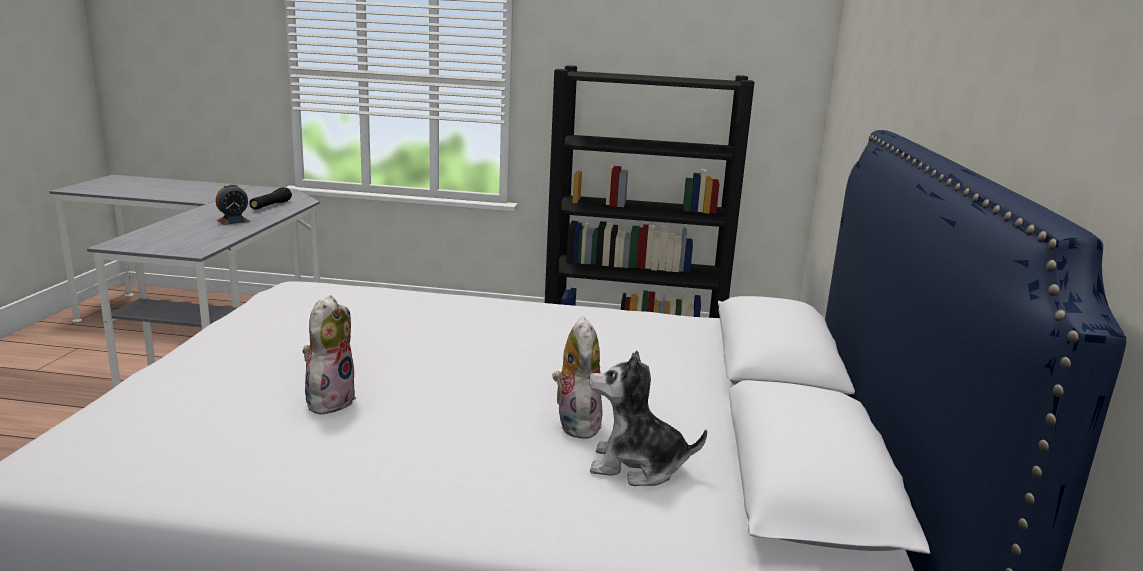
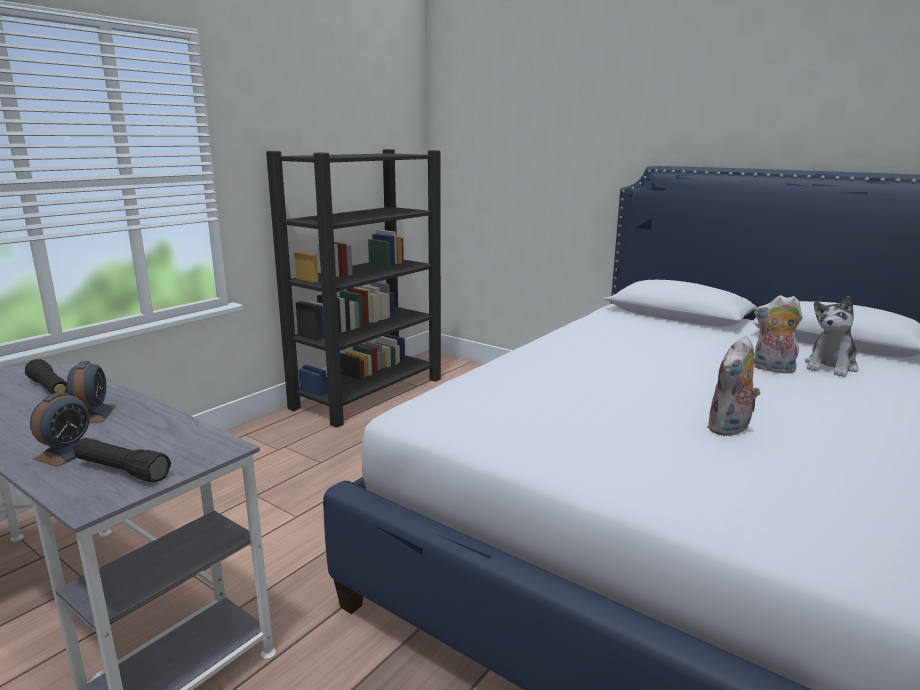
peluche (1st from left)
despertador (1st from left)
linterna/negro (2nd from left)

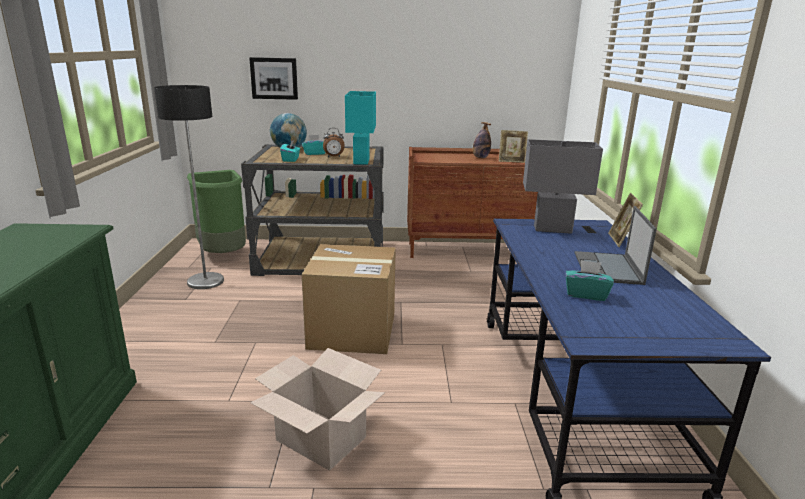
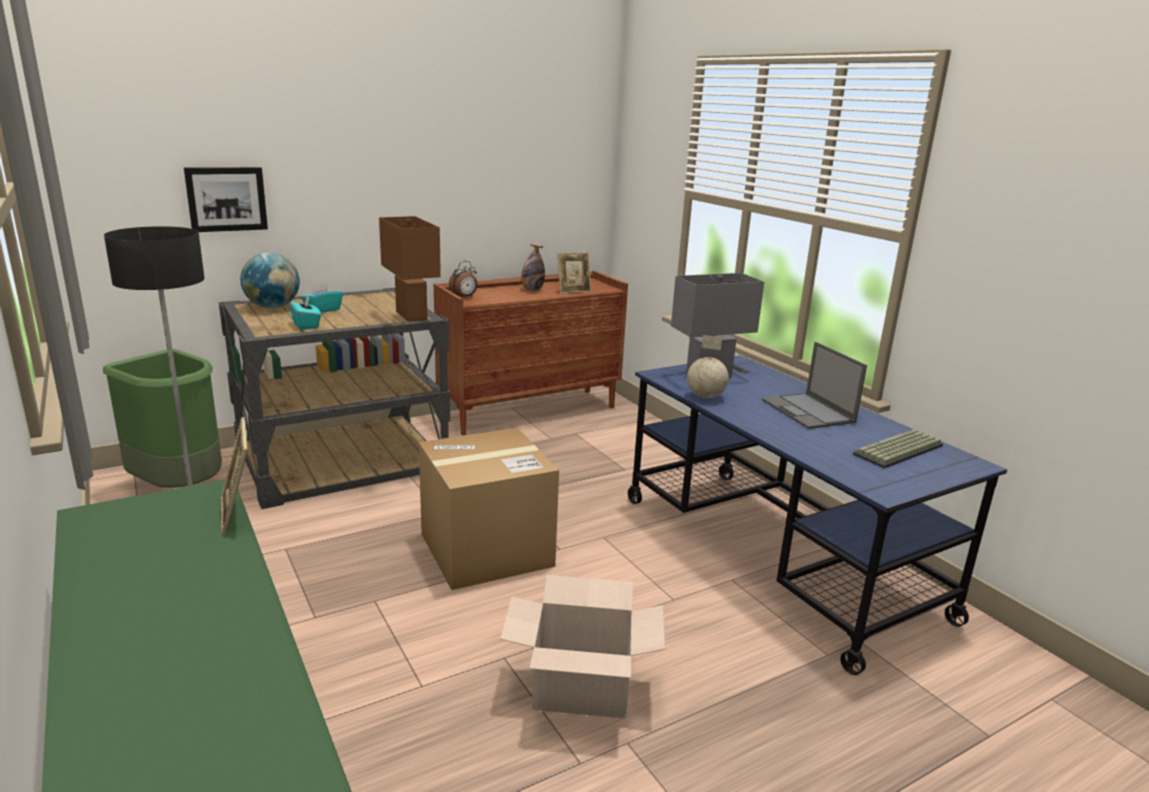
despertador
lámpara de mesa/marrón
caja de pañuelos/turquesa (3rd from left in the first image)
portarretratos (1st from left)
globo terráqueo (2nd from left)
teclado

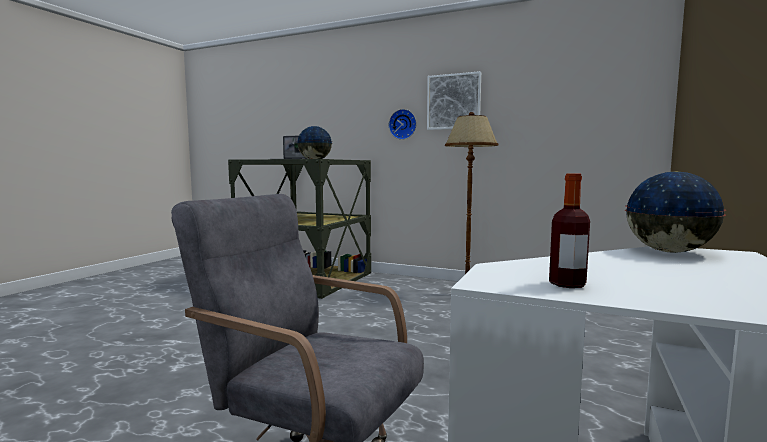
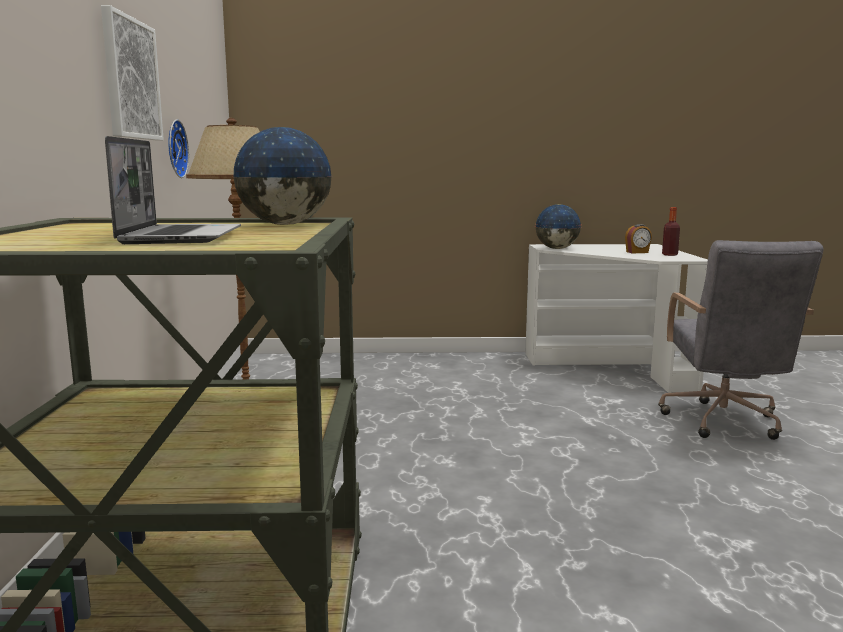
reloj de pared
despertador

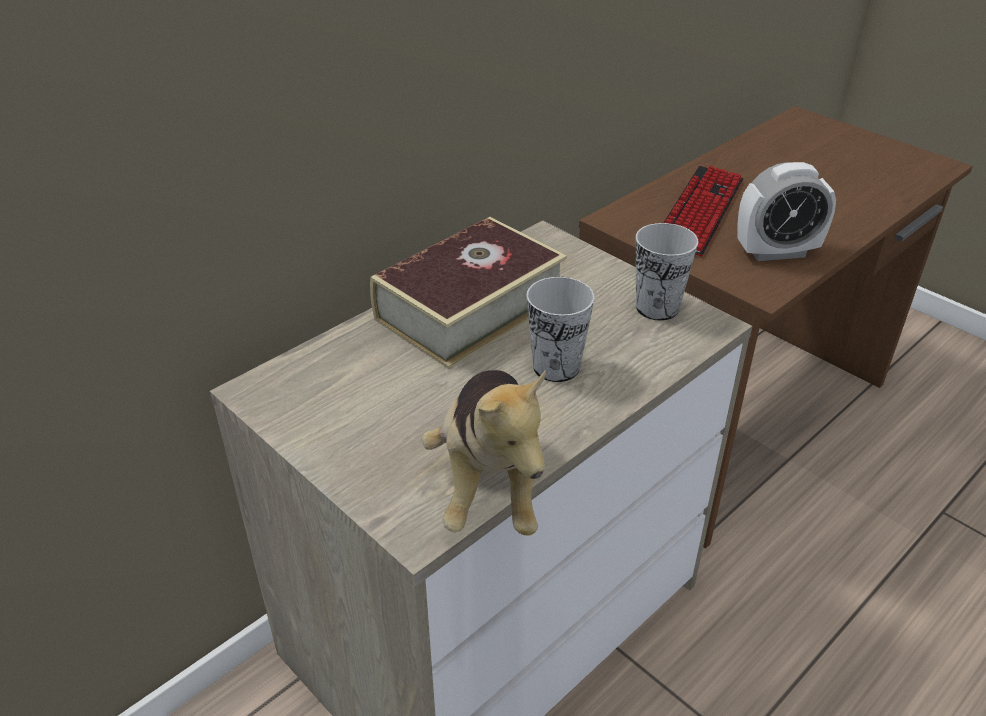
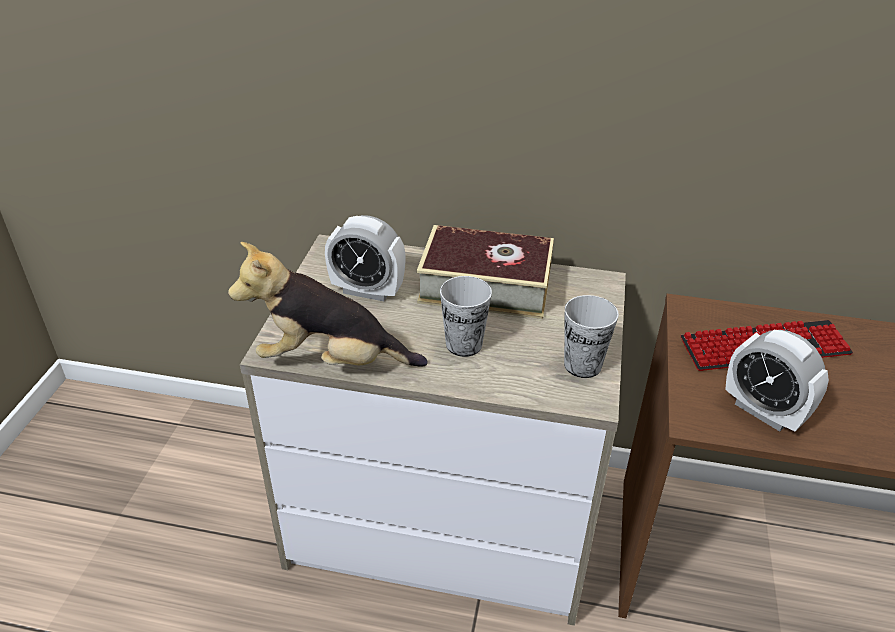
peluche
despertador (1st from left)

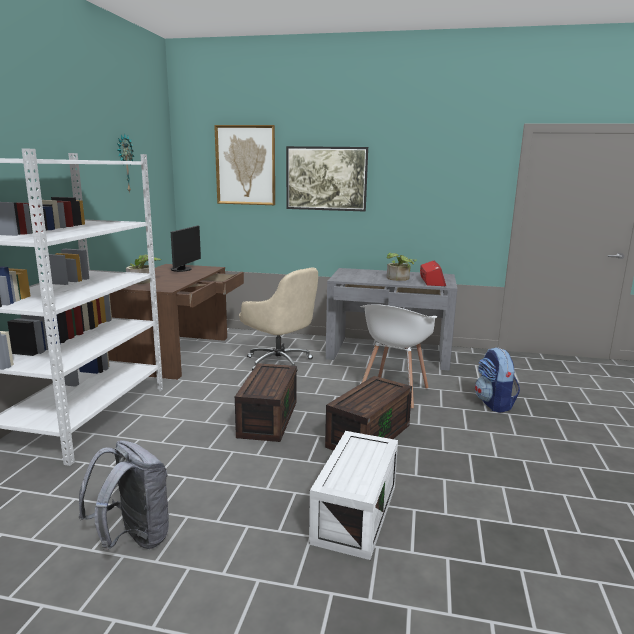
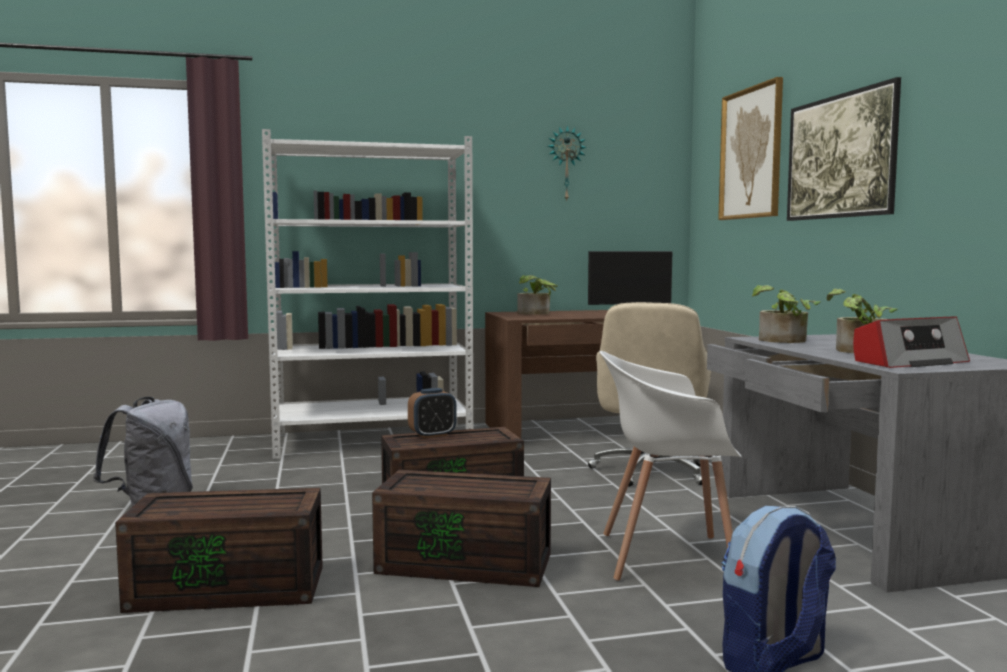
caja de almacenaje/marrón (1st from left)
despertador
planta en maceta (2nd from left)

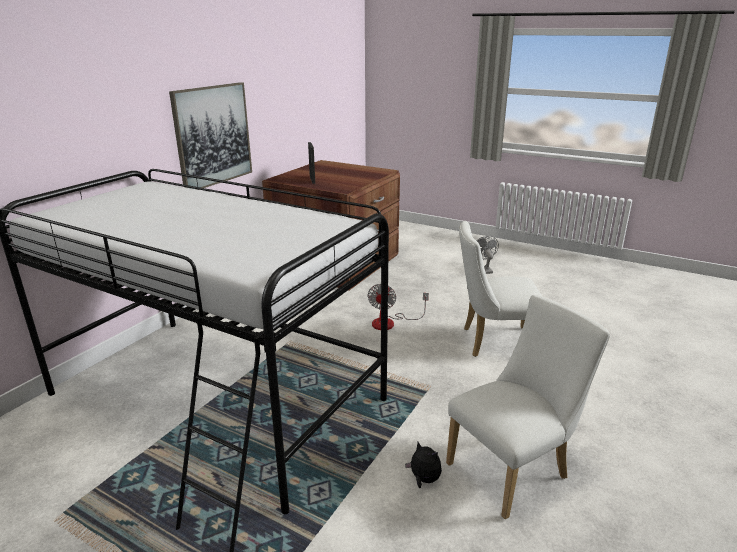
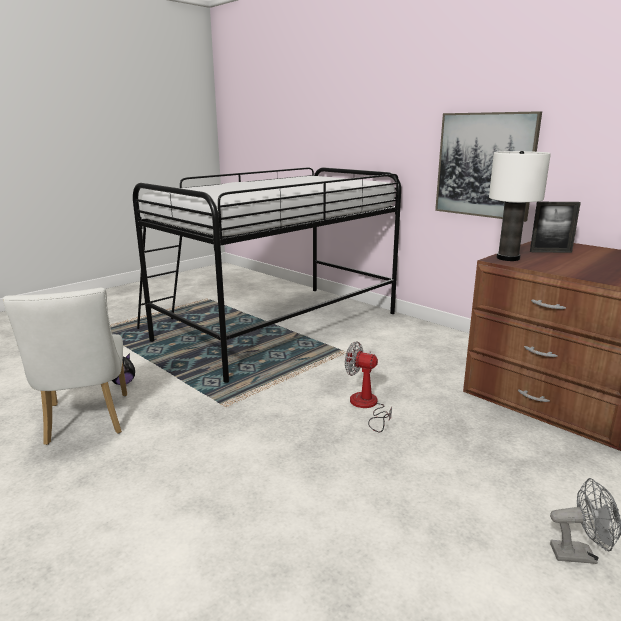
silla/blanco (1st from left in the first image)
lámpara de mesa/blanco

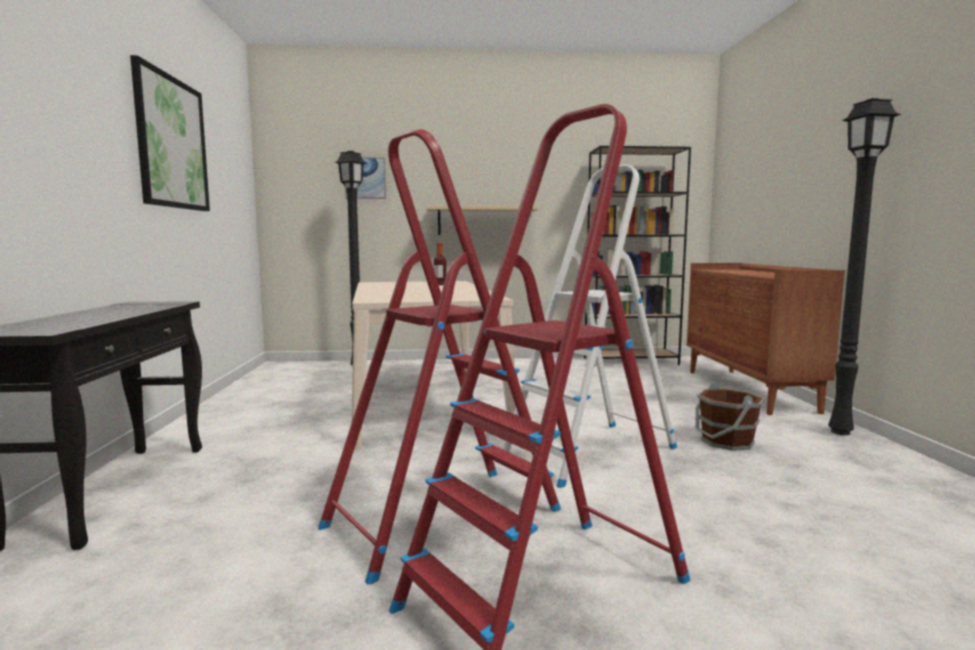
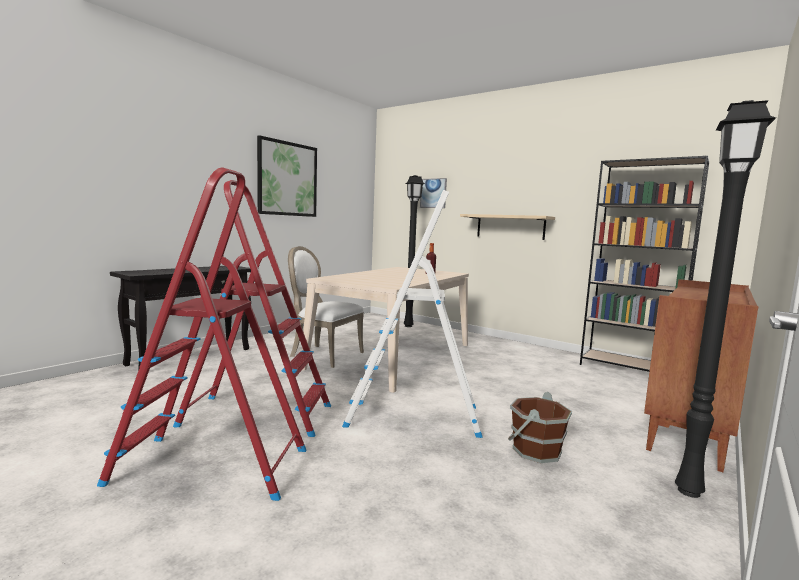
silla/blanco

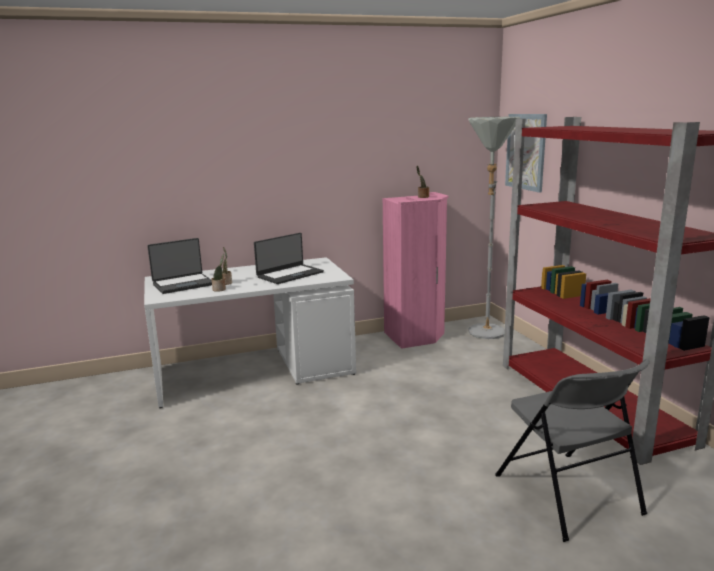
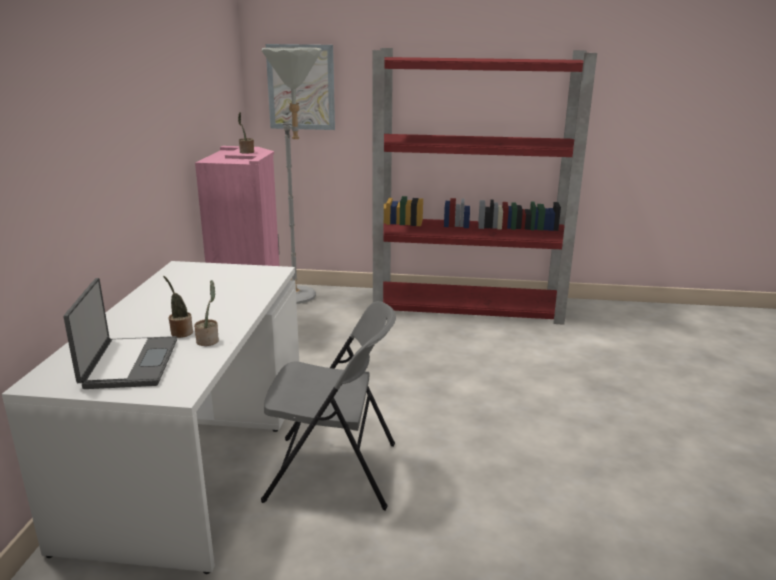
portátil (2nd from left in the first image)
silla/gris

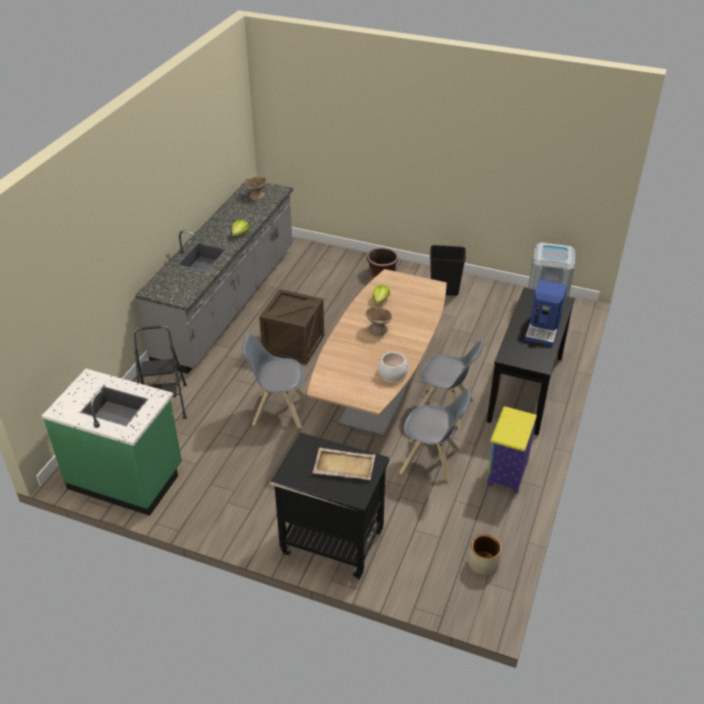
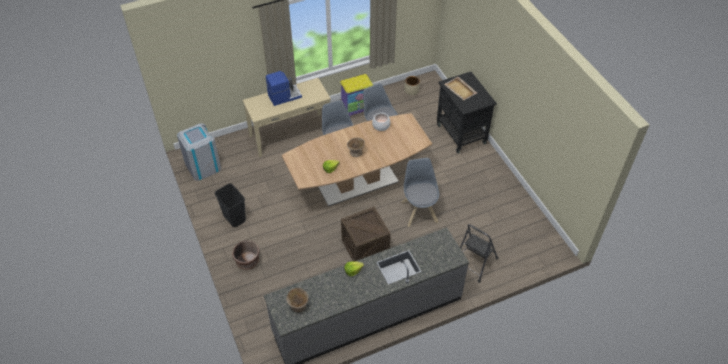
mueble bajo de cocina/verde
silla/gris (3rd from left)
mesa consola/beis

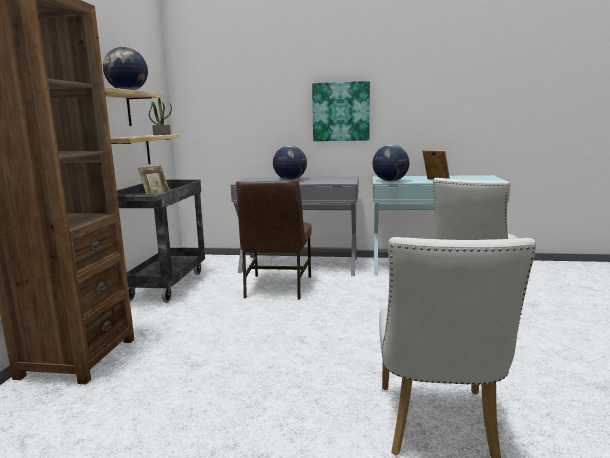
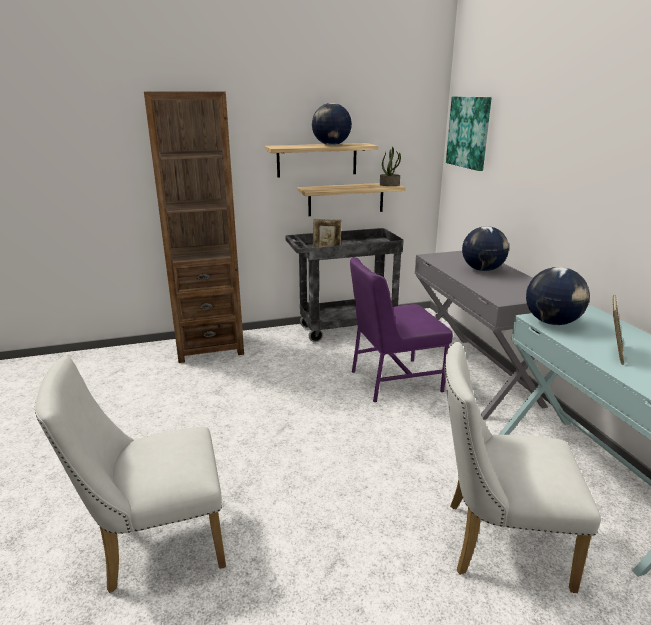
silla/morado
cuadro

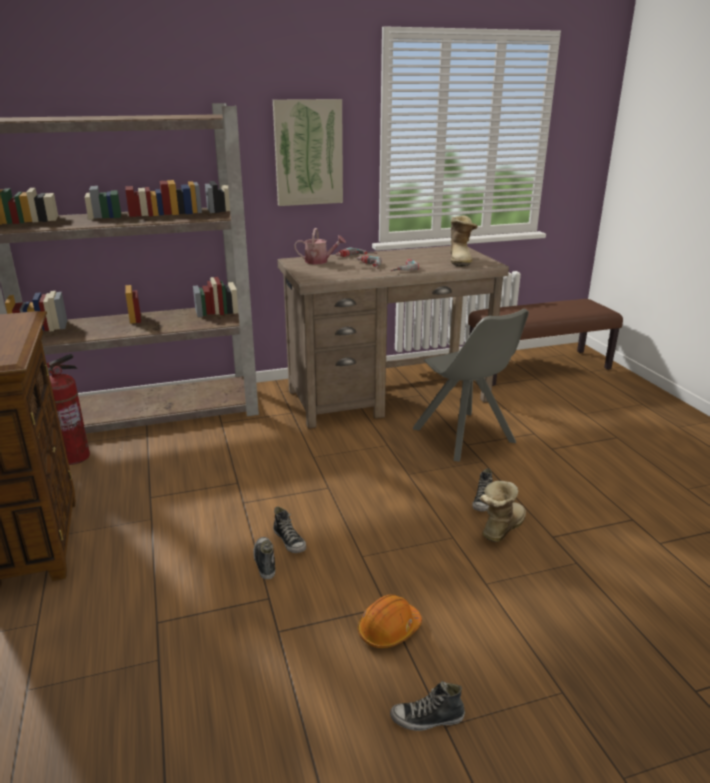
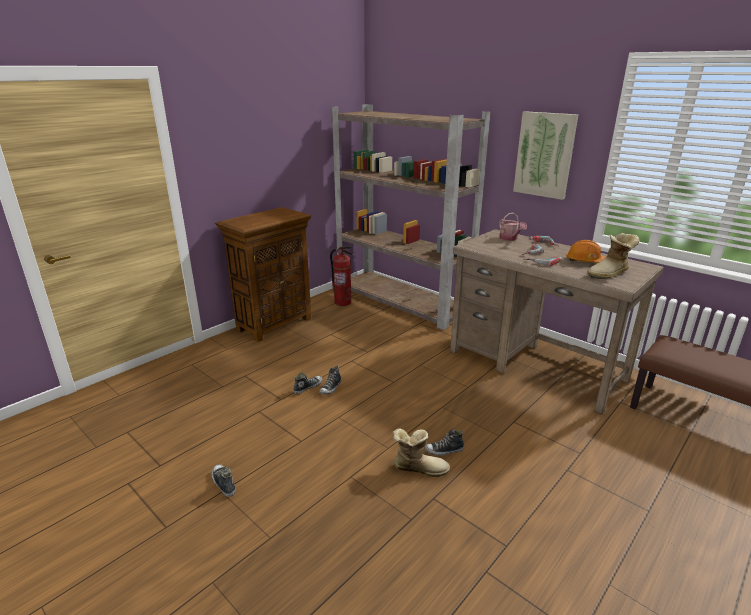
casco/naranja
silla/gris

